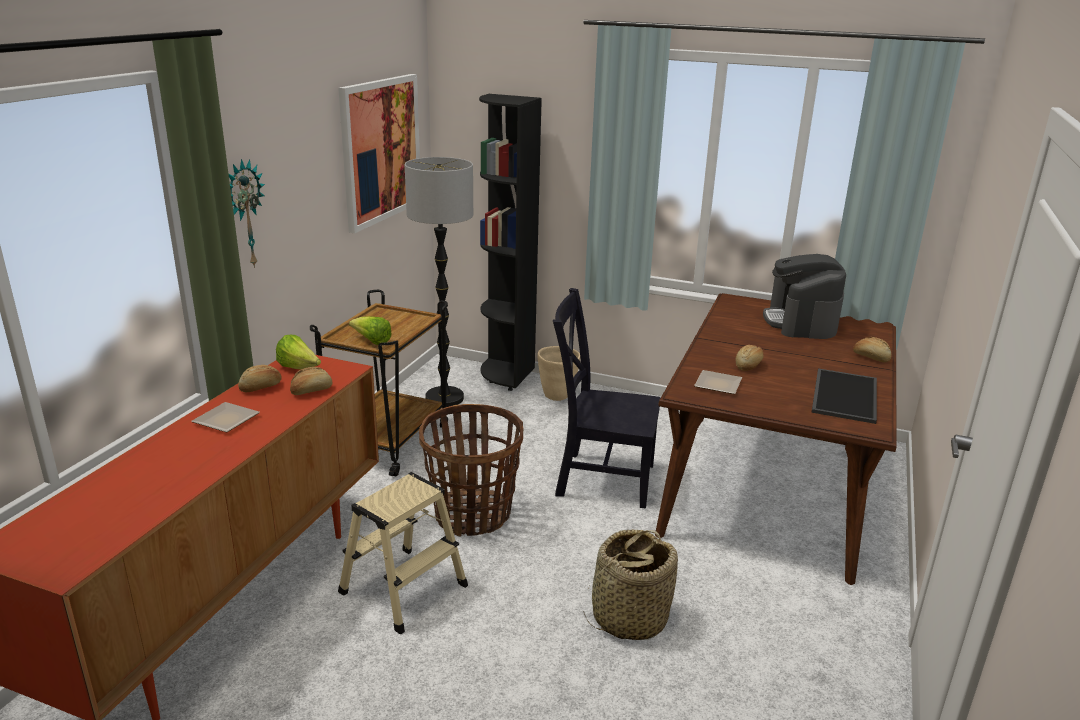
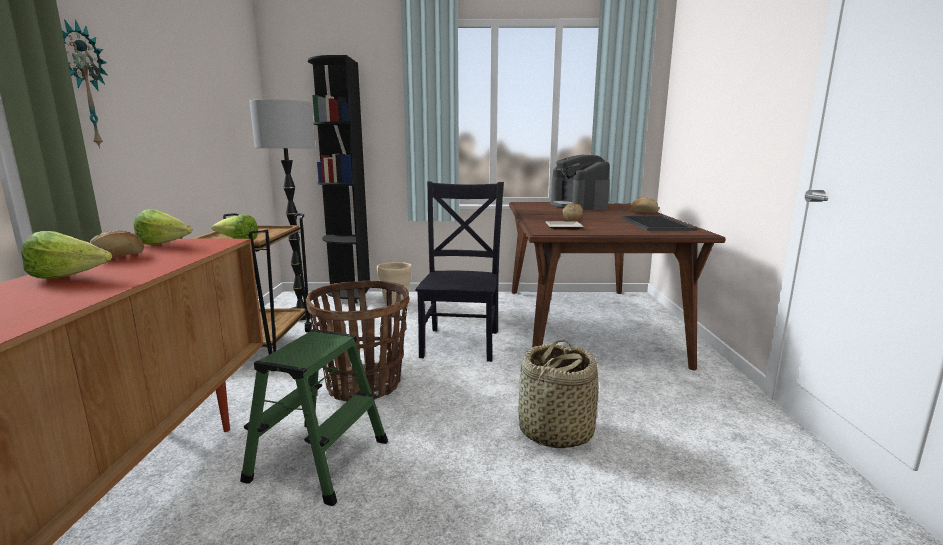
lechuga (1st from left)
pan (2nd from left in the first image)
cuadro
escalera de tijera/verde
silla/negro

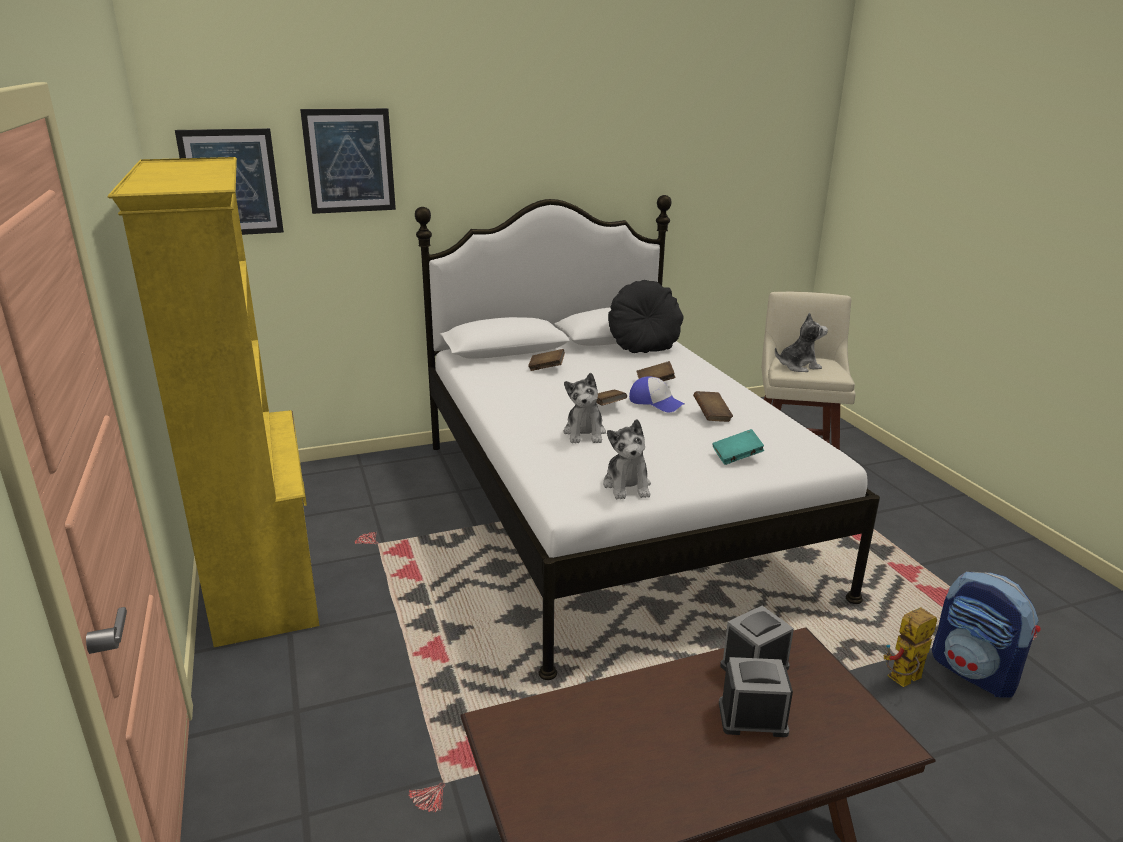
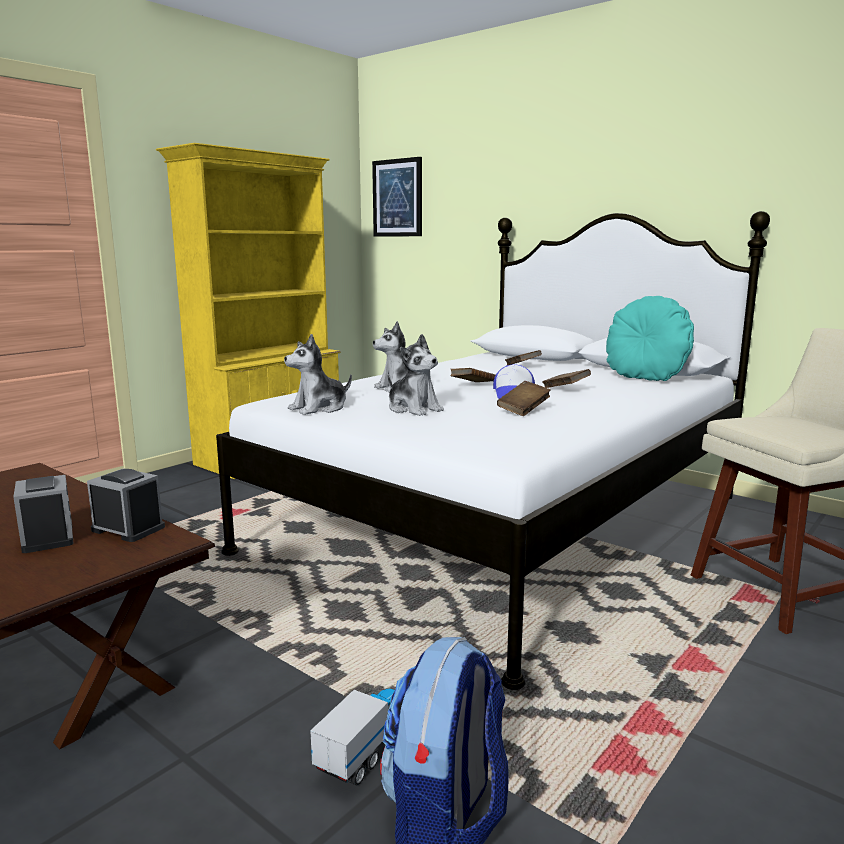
cuadro (2nd from left in the first image)
cojín/turquesa
libro/turquesa
peluche (3rd from left)
camión de juguete

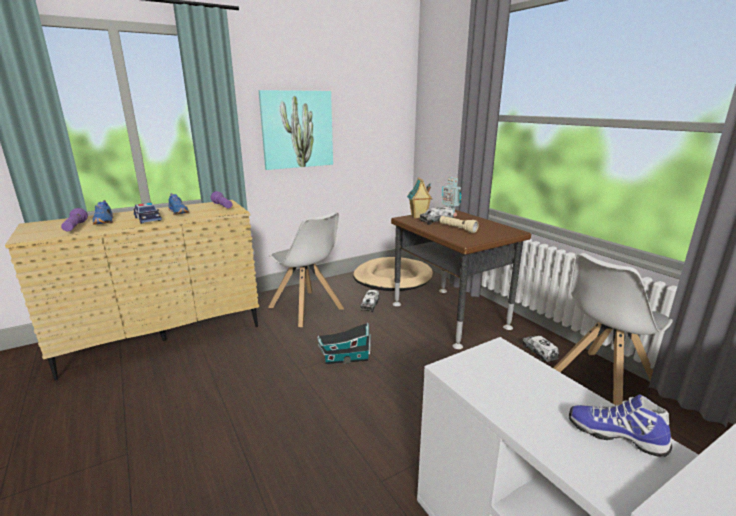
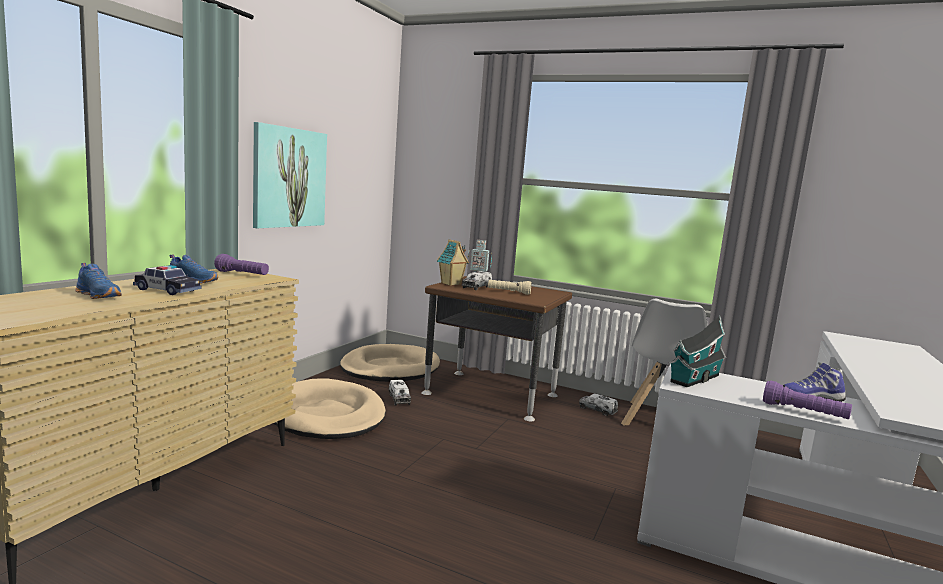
linterna/morado (2nd from left)
cama para perro/beis (1st from left)
casita (2nd from left)

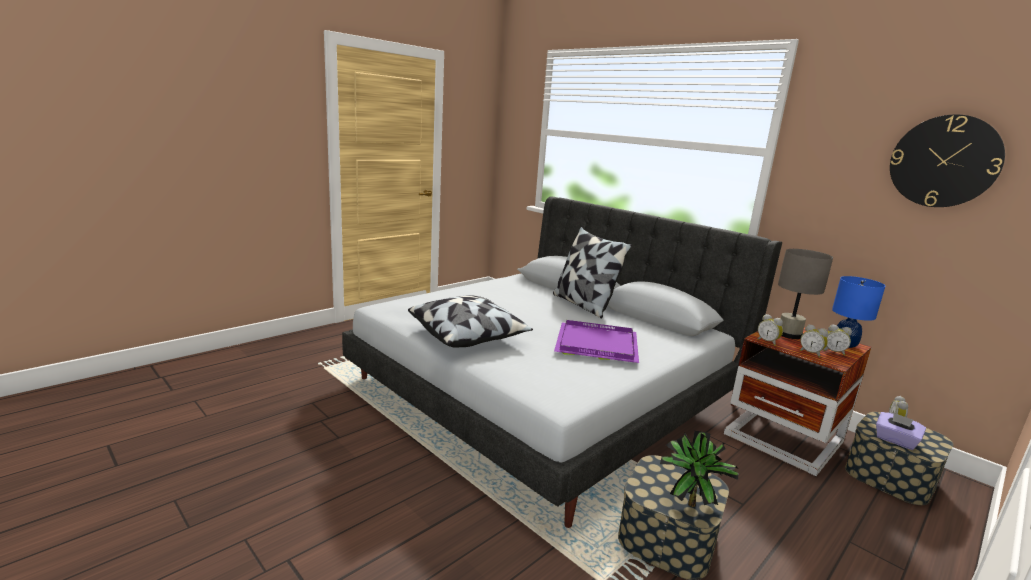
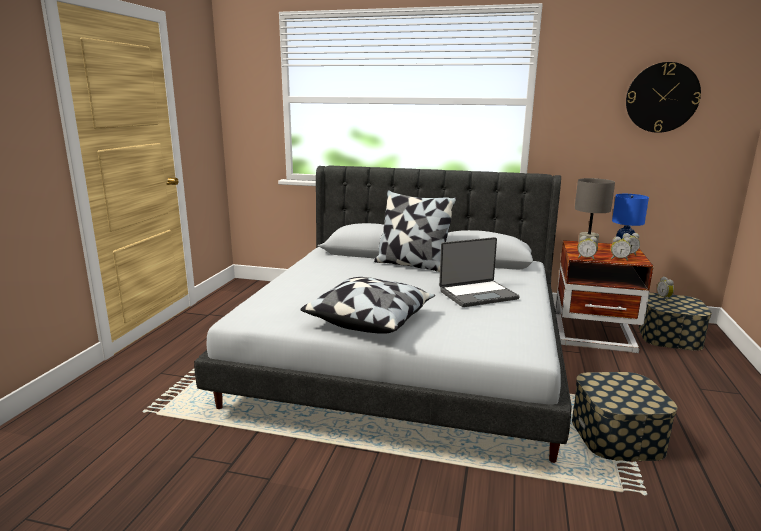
portátil
planta en maceta
caja de pañuelos/morado

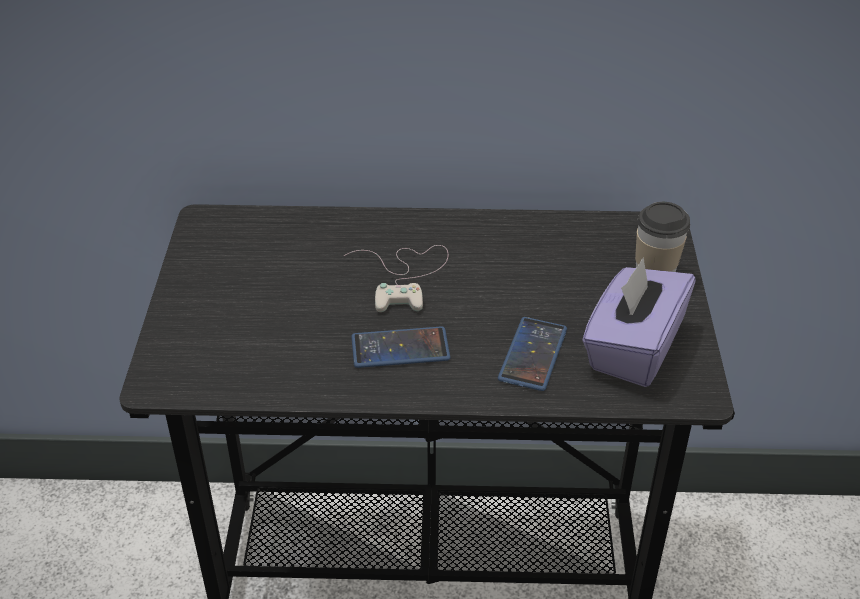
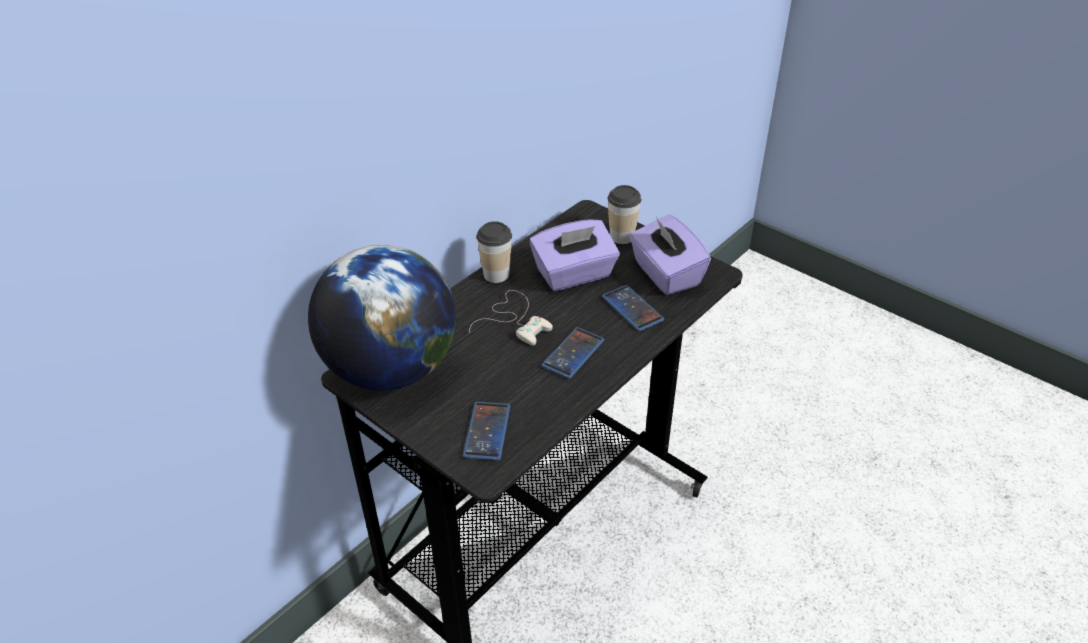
globo terráqueo
móvil (1st from left)
taza (1st from left)
caja de pañuelos/morado (1st from left)

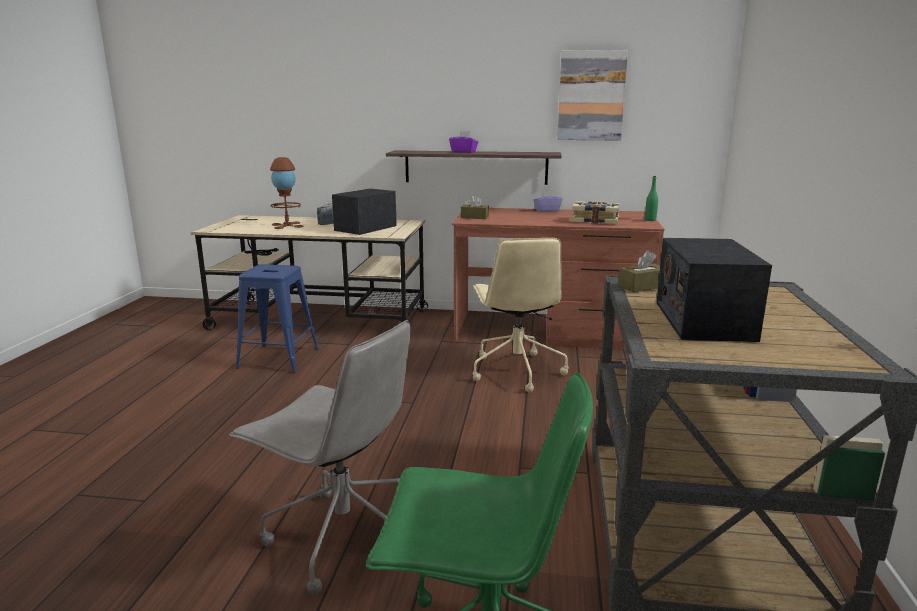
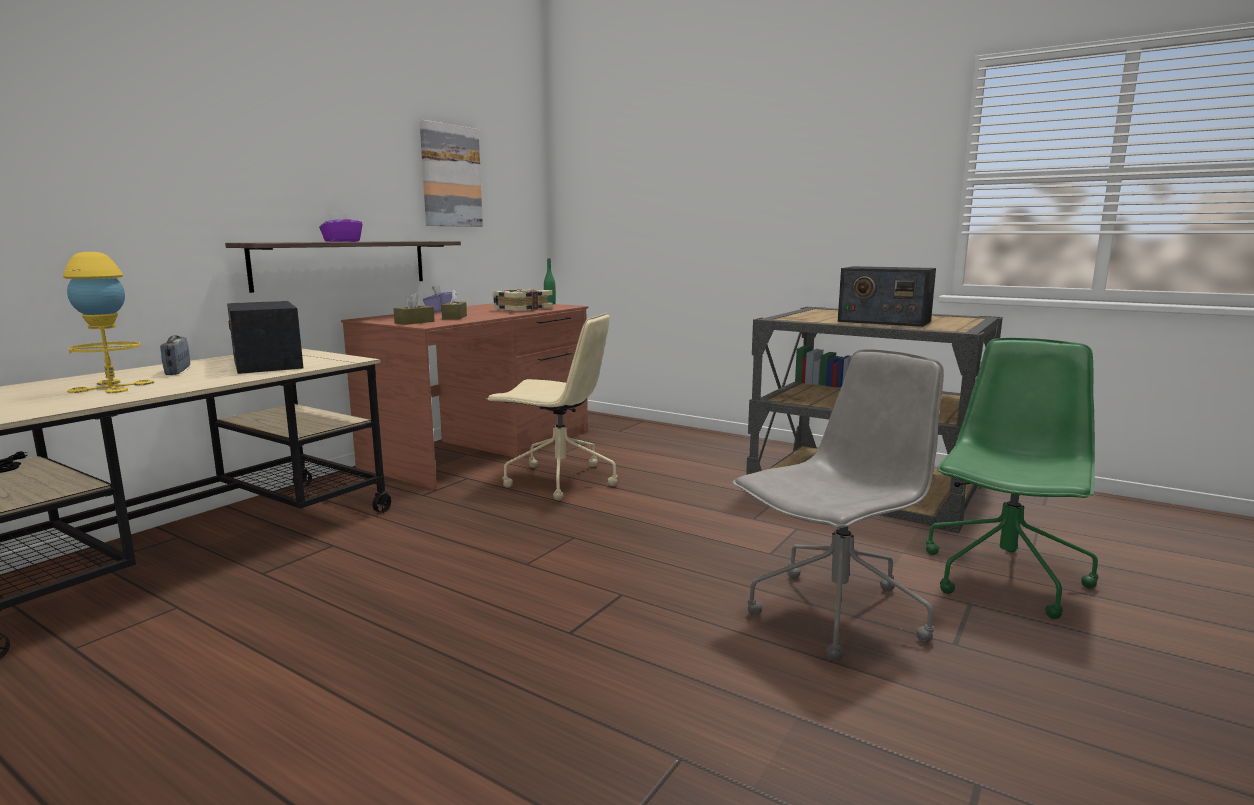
taburete/azul
lámpara de mesa/amarillo
caja de pañuelos/marrón (2nd from left)

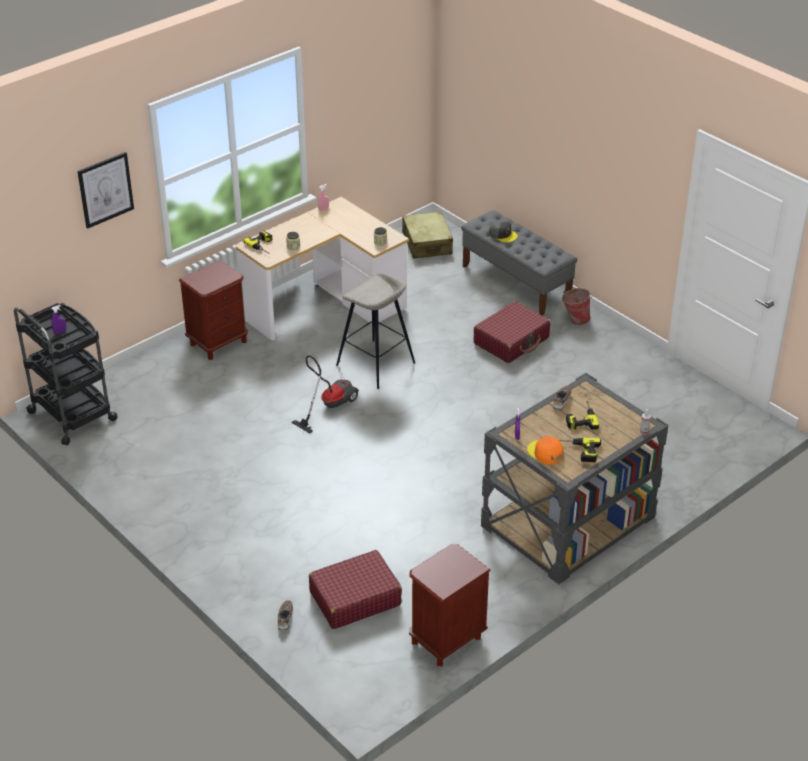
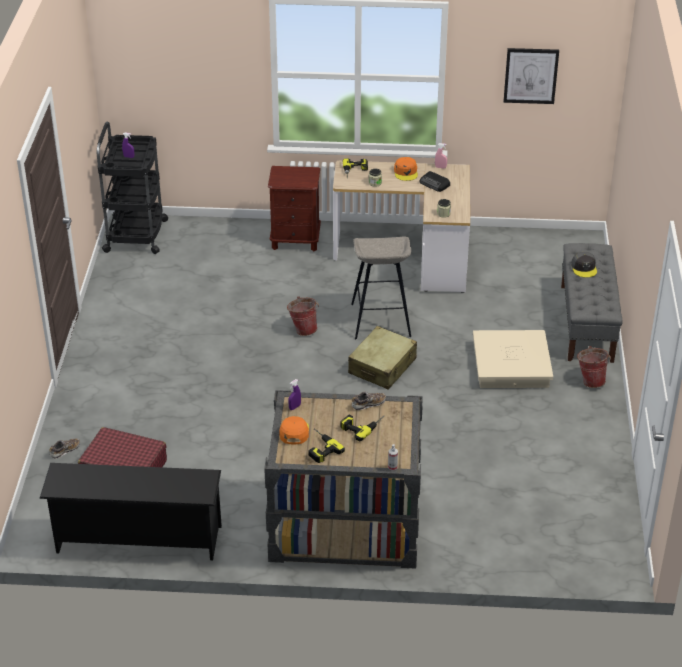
cuadro
cubo (1st from left)
maleta/beis
zapatero/negro
caja de almacenaje/beis
gorra/naranja (2nd from left)
radio

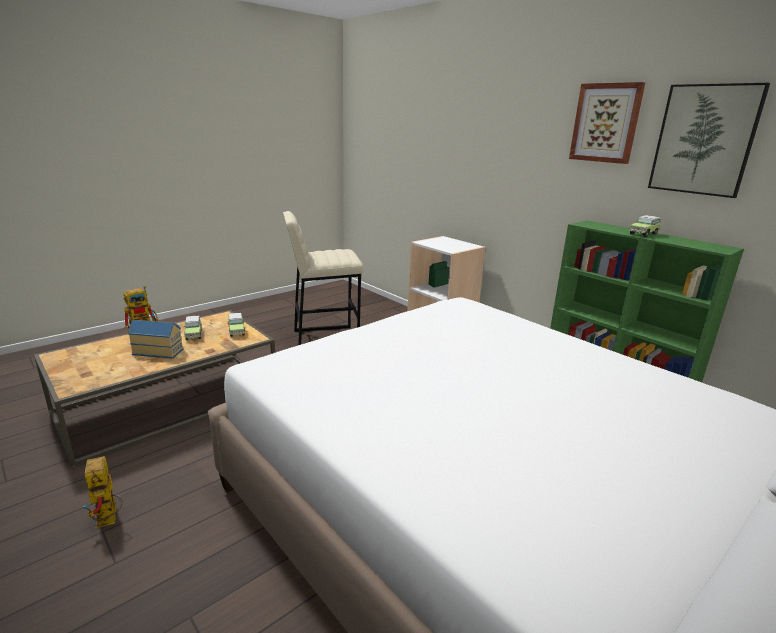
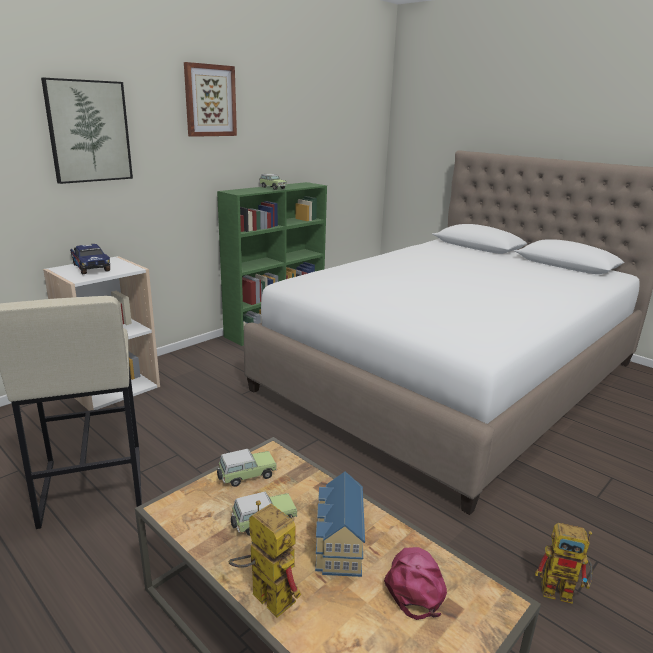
robot de juguete (2nd from left)
cuadro (1st from left)
camión de juguete
gorra/rosa

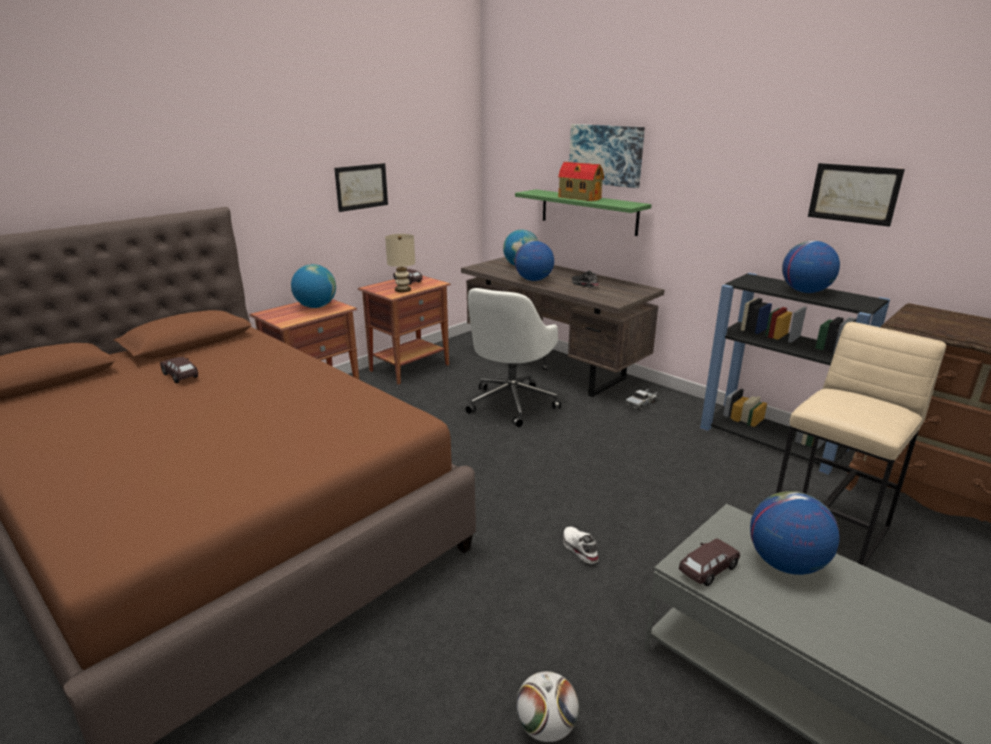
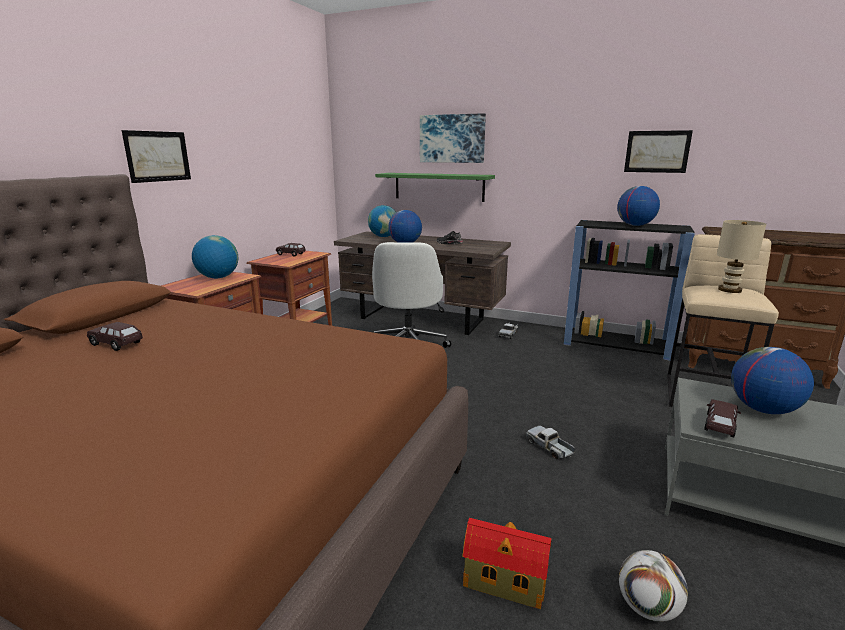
cuadro (1st from left)
lámpara de mesa/beis
casita
camión de juguete (2nd from left)

